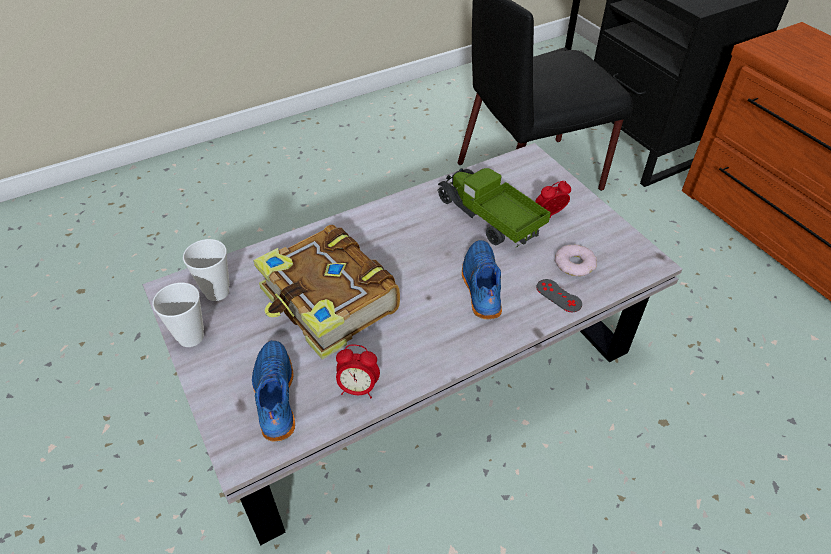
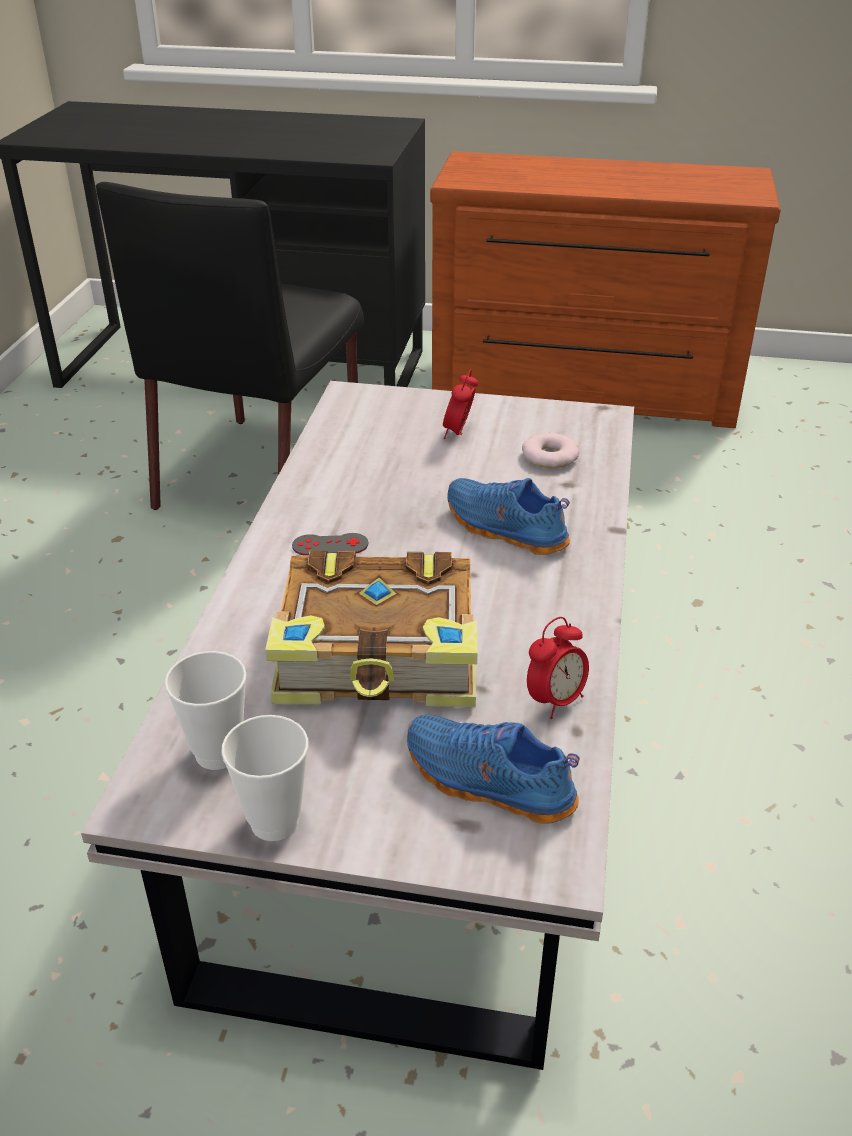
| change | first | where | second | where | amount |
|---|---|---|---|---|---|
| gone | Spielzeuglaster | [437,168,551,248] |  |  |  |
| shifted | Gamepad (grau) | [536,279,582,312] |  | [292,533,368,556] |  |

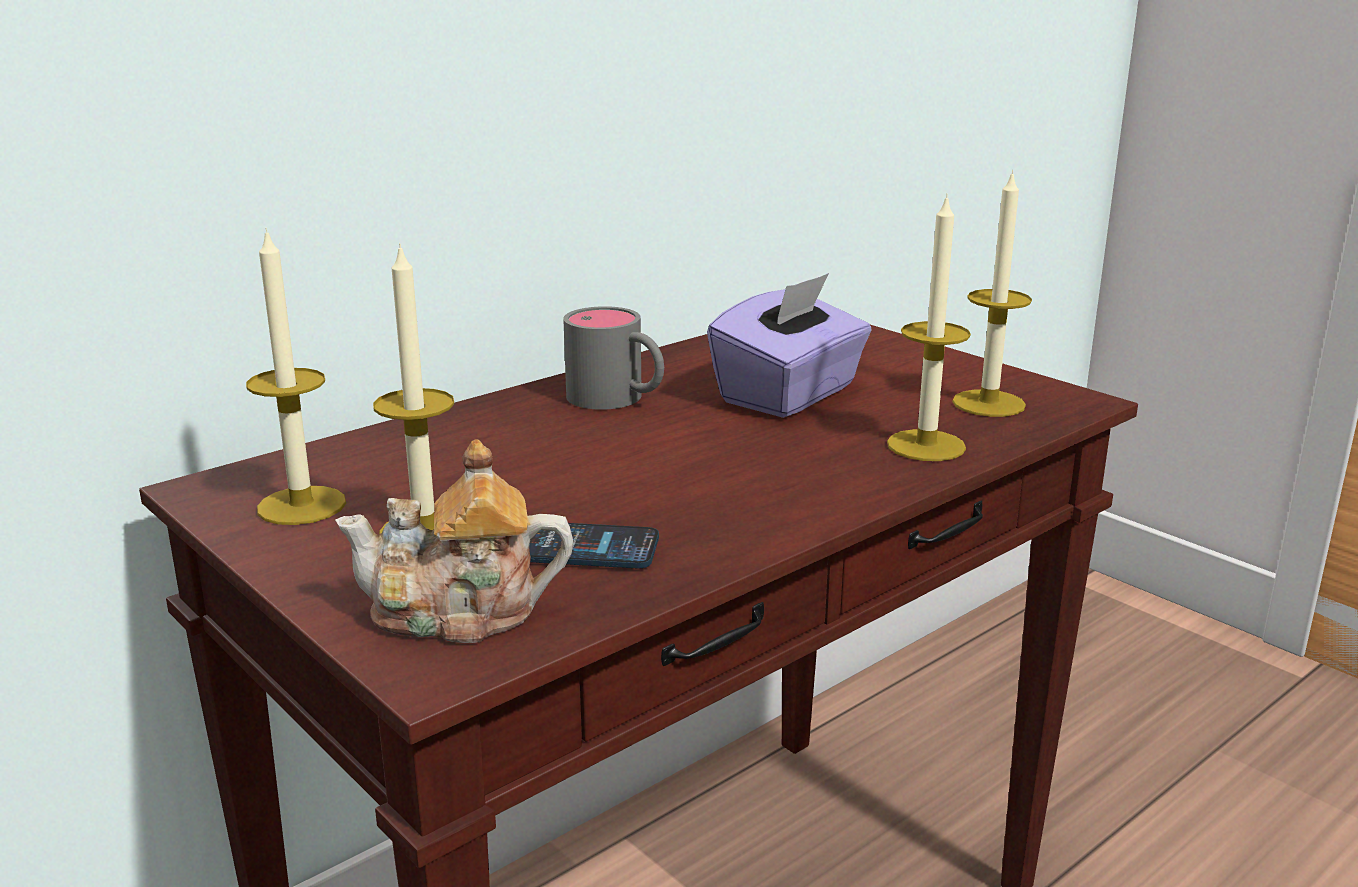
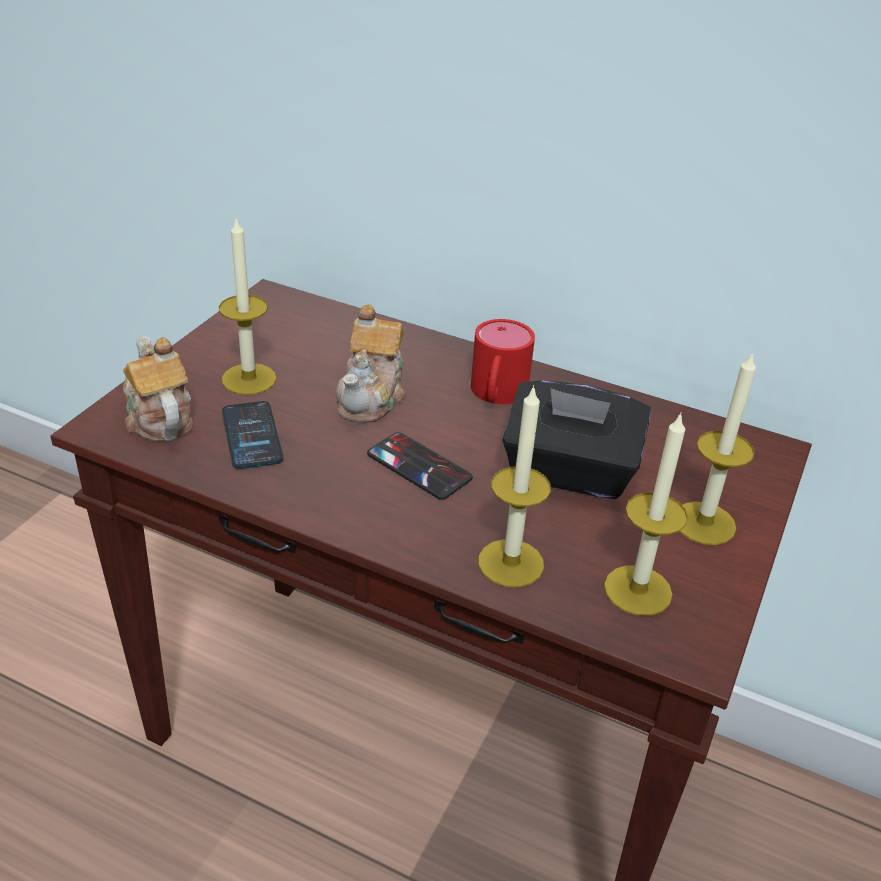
| change | first | where | second | where | amount |
|---|---|---|---|---|---|
| shifted | Kerze | [246,228,346,525] |  | [679,351,756,545] |  |
| repainted | Taschentuchbox (lila) | [707,273,872,418] | Taschentuchbox (schwarz) | [502,380,651,499] |  |
| repainted | Henkelbecher (grau) | [563,306,664,410] | Henkelbecher (rot) | [471,319,535,404] |  |
| new |  |  | Teekanne | [336,304,406,423] |  |
| new |  |  | Handy | [367,432,473,500] |  |

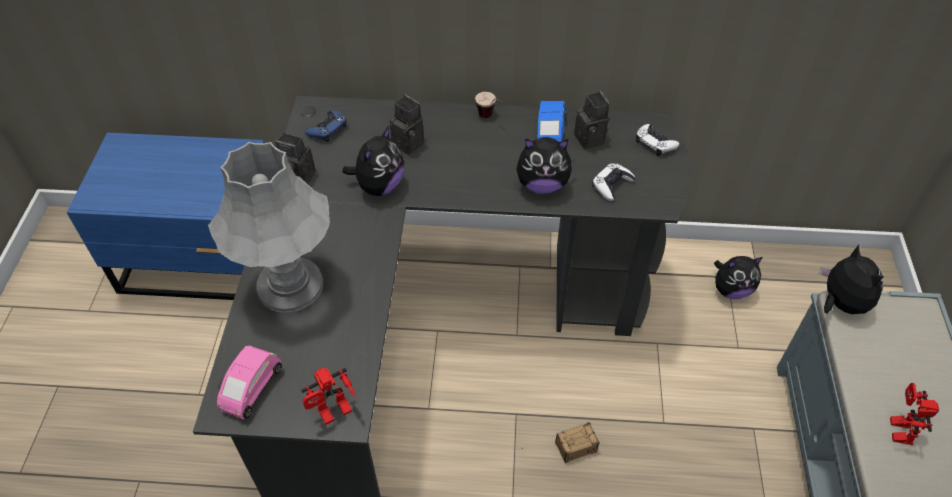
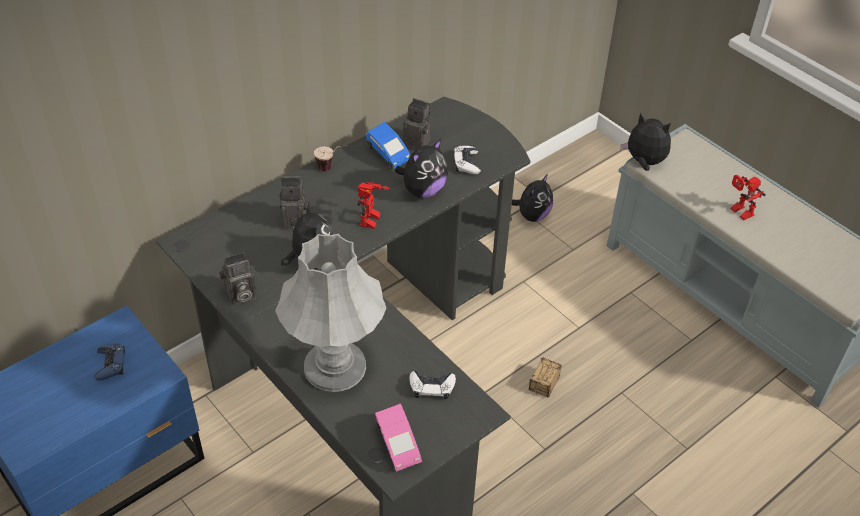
| change | first | where | second | where | amount |
|---|---|---|---|---|---|
| shifted | Gamepad (blau) | [305,110,347,142] |  | [94,343,125,381] |  |
| shifted | Gamepad (weiß) | [636,124,679,156] |  | [409,371,456,400] |  |
| shifted | Spielzeugroboter | [301,367,355,425] |  | [357,181,390,229] |  |

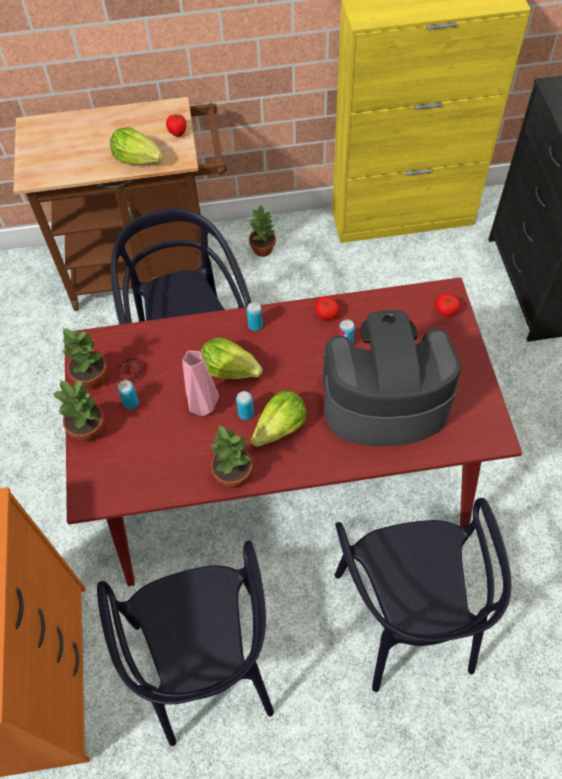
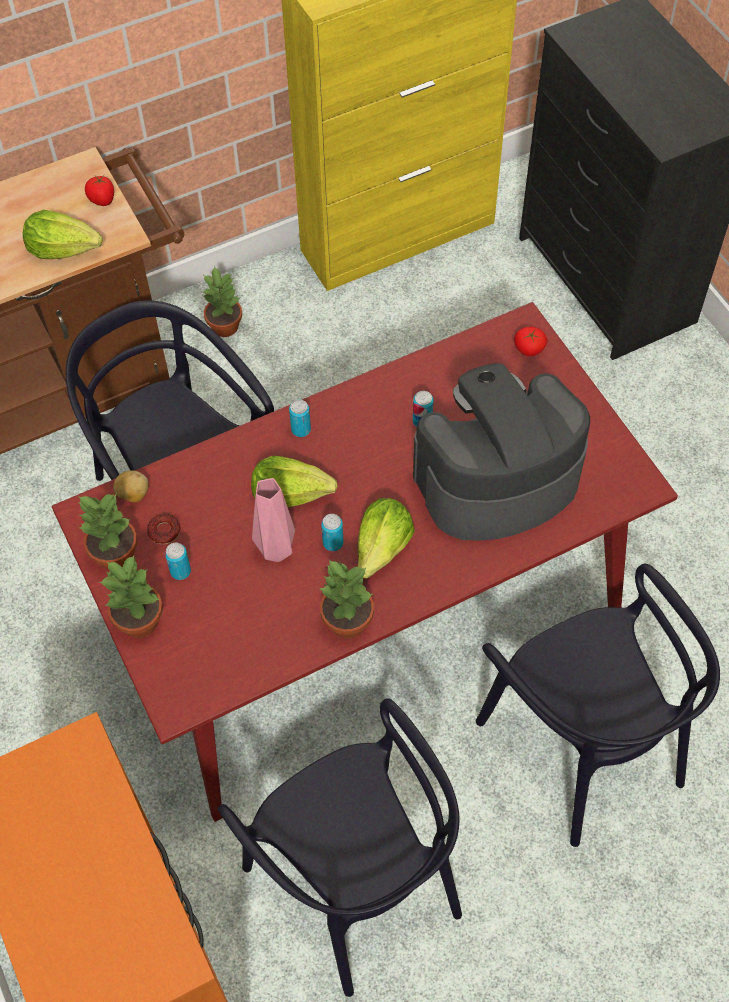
| change | first | where | second | where | amount |
|---|---|---|---|---|---|
| gone | Tomate | [315,297,339,320] |  |  |  |
| new |  |  | Kartoffel | [113,471,149,502] |  |

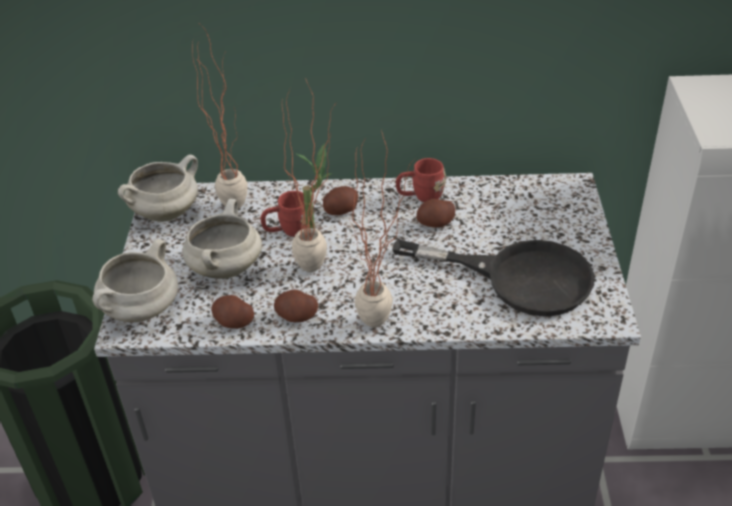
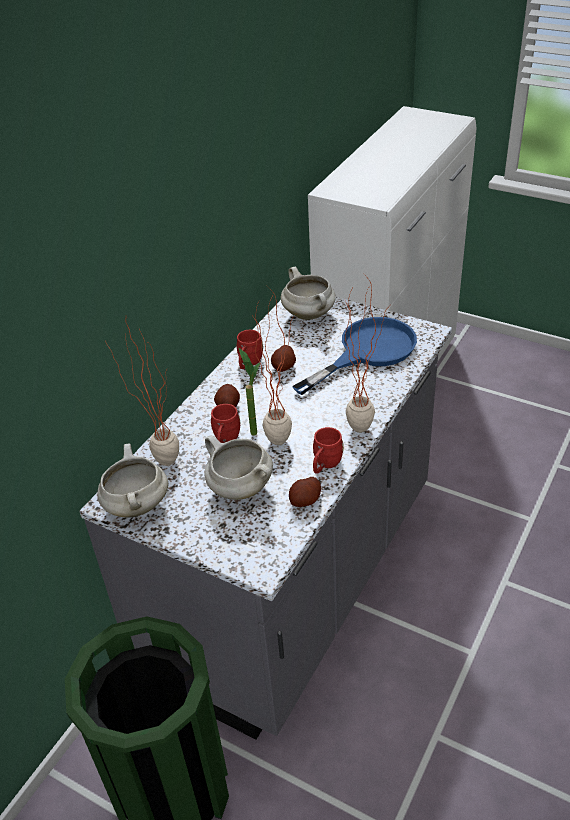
| change | first | where | second | where | amount |
|---|---|---|---|---|---|
| shifted | Kochtopf (weiß) | [92,239,178,322] |  | [281,267,336,320] |  |
| repainted | Pfanne (schwarz) | [392,239,595,317] | Pfanne (blau) | [292,317,417,395] |  |
| swapped | Kartoffel | [274,289,318,322] | Henkelbecher (rot) | [313,427,344,474] |  |

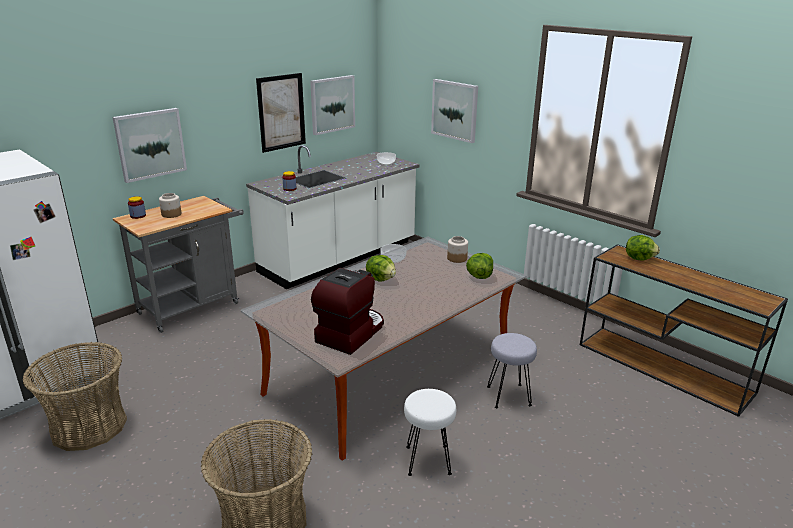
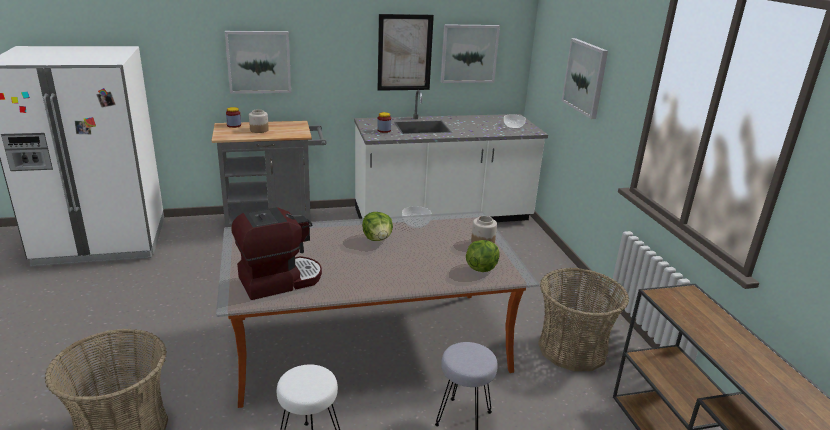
| change | first | where | second | where | amount |
|---|---|---|---|---|---|
| gone | Salatkopf | [626,235,660,261] |  |  |  |
| shifted | Korb | [23,342,127,451] |  | [538,268,629,371] |  |

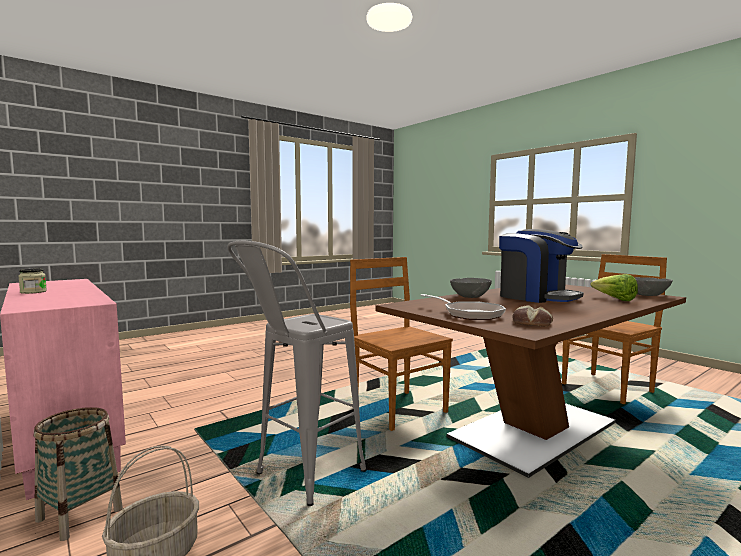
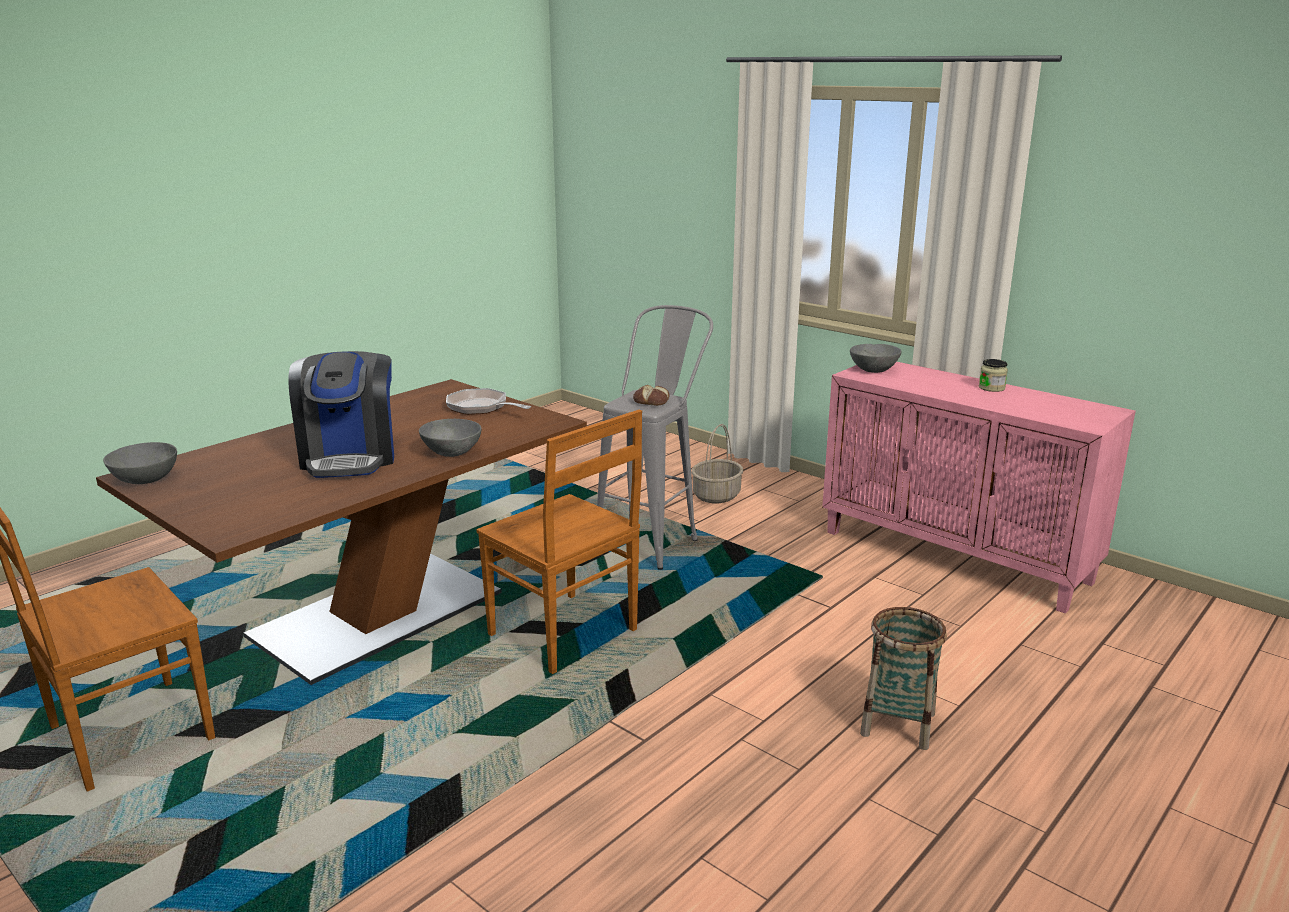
| change | first | where | second | where | amount |
|---|---|---|---|---|---|
| rotated | Kaffeemaschine | [499,229,583,303] |  | [288,351,394,478] | 135 degrees counterclockwise |
| gone | Salatkopf | [591,274,638,301] |  |  |  |
| shifted | Brot | [513,305,553,326] |  | [633,385,670,406] |  |
| shifted | Korb | [34,407,123,541] |  | [860,607,947,750] |  |
| new |  |  | Schüssel (grau) | [850,344,902,373] |  |

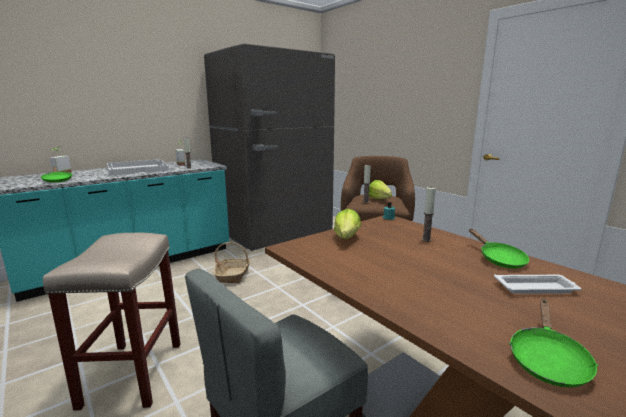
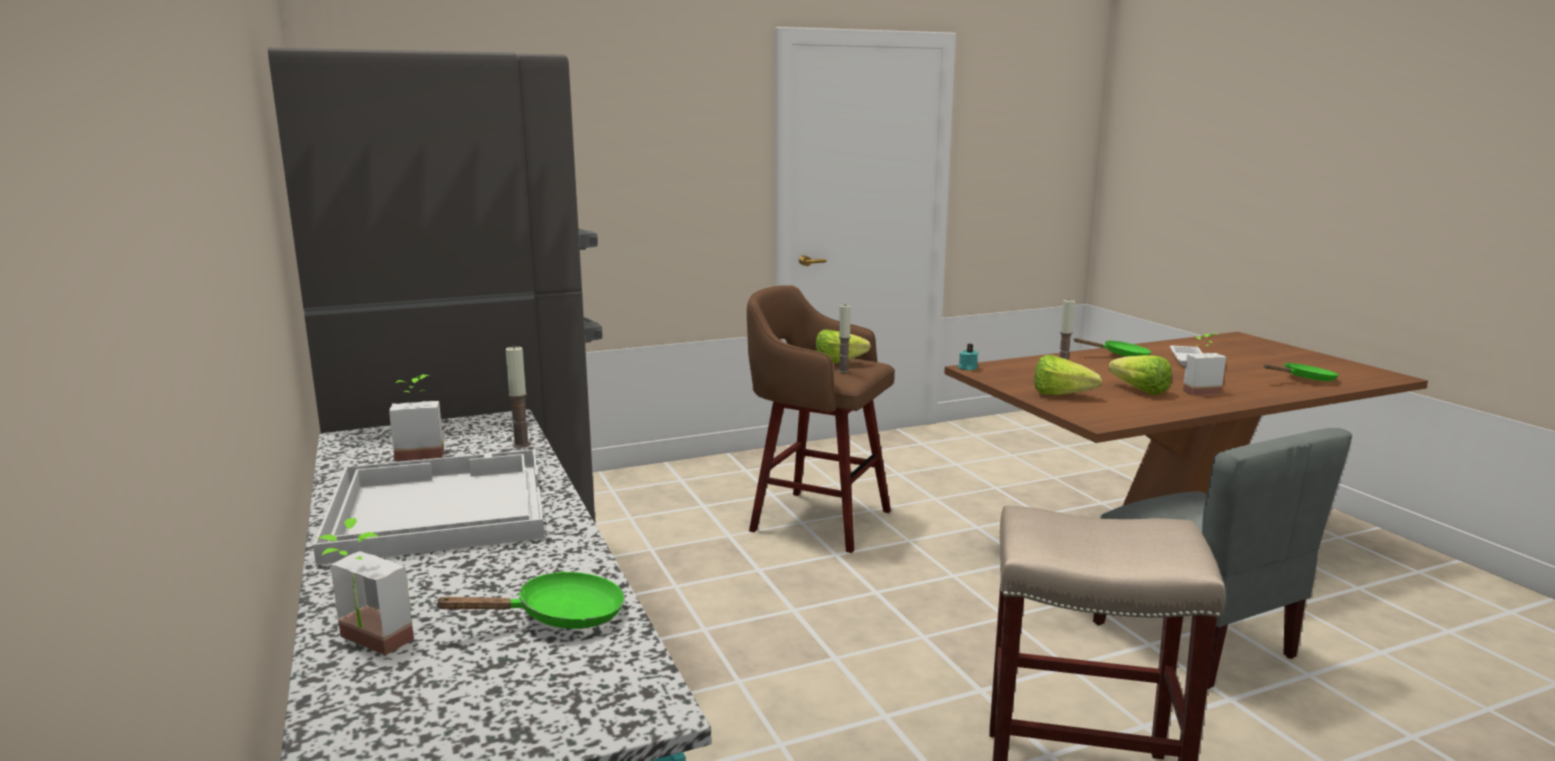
| change | first | where | second | where | amount |
|---|---|---|---|---|---|
| gone | Korb | [214,242,250,283] |  |  |  |
| rotated | Pfanne (grün) | [509,299,598,388] |  | [1264,363,1339,381] | 60 degrees counterclockwise |
| new |  |  | Topfpflanze | [1183,333,1226,396] |  |
| new |  |  | Salatkopf | [1109,355,1172,395] |  |

